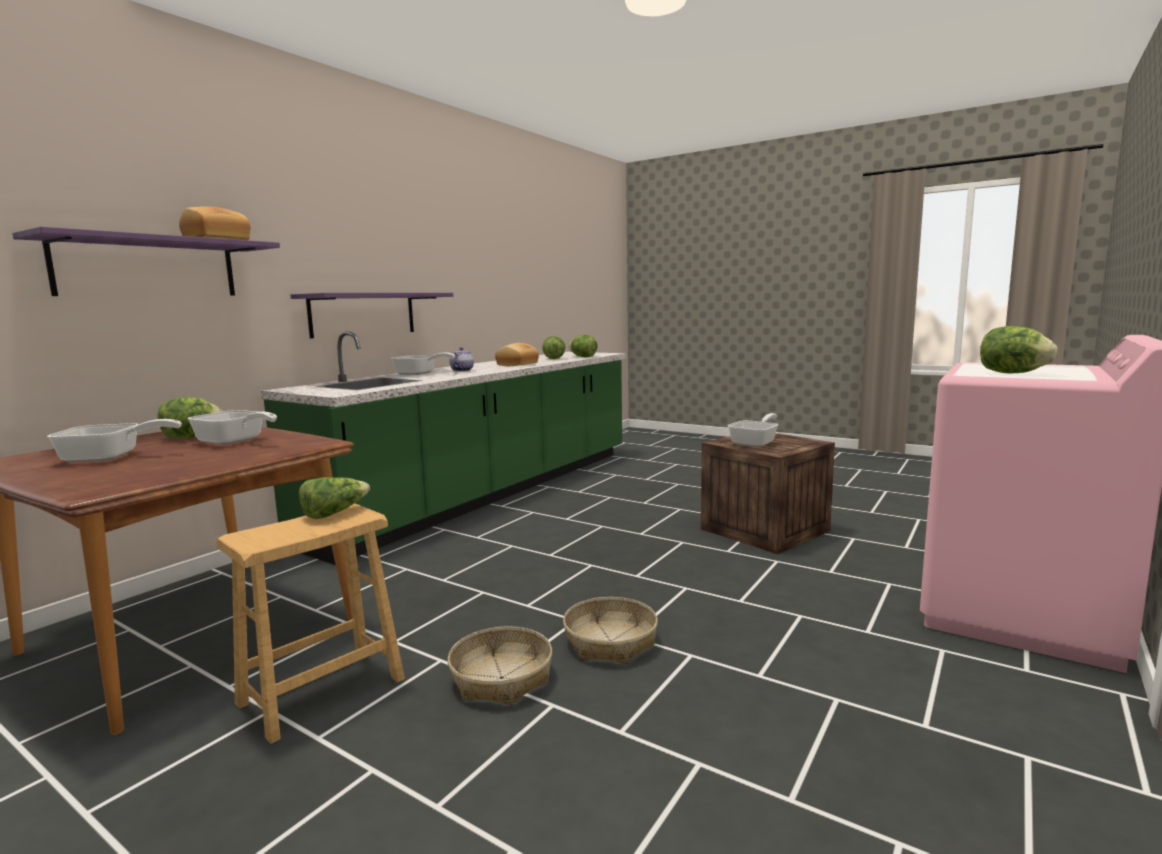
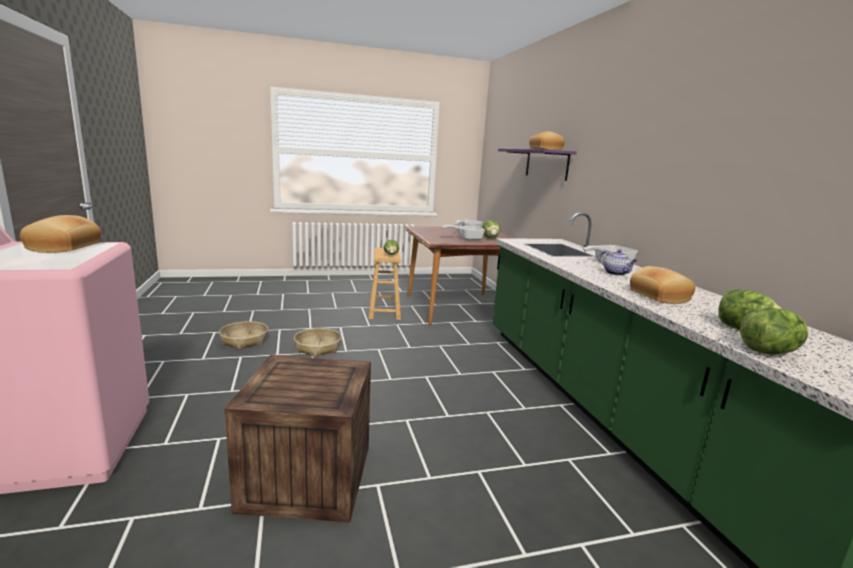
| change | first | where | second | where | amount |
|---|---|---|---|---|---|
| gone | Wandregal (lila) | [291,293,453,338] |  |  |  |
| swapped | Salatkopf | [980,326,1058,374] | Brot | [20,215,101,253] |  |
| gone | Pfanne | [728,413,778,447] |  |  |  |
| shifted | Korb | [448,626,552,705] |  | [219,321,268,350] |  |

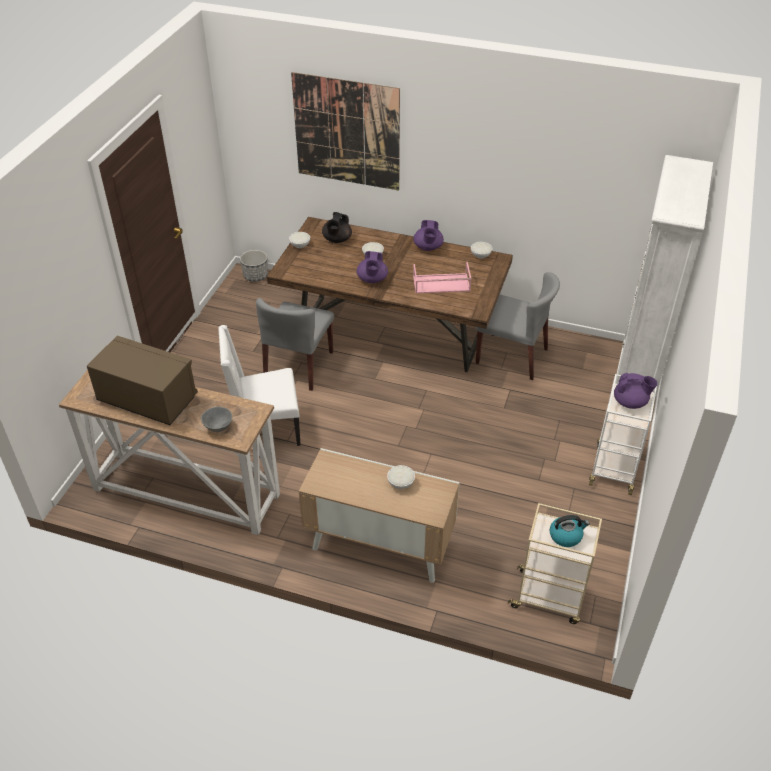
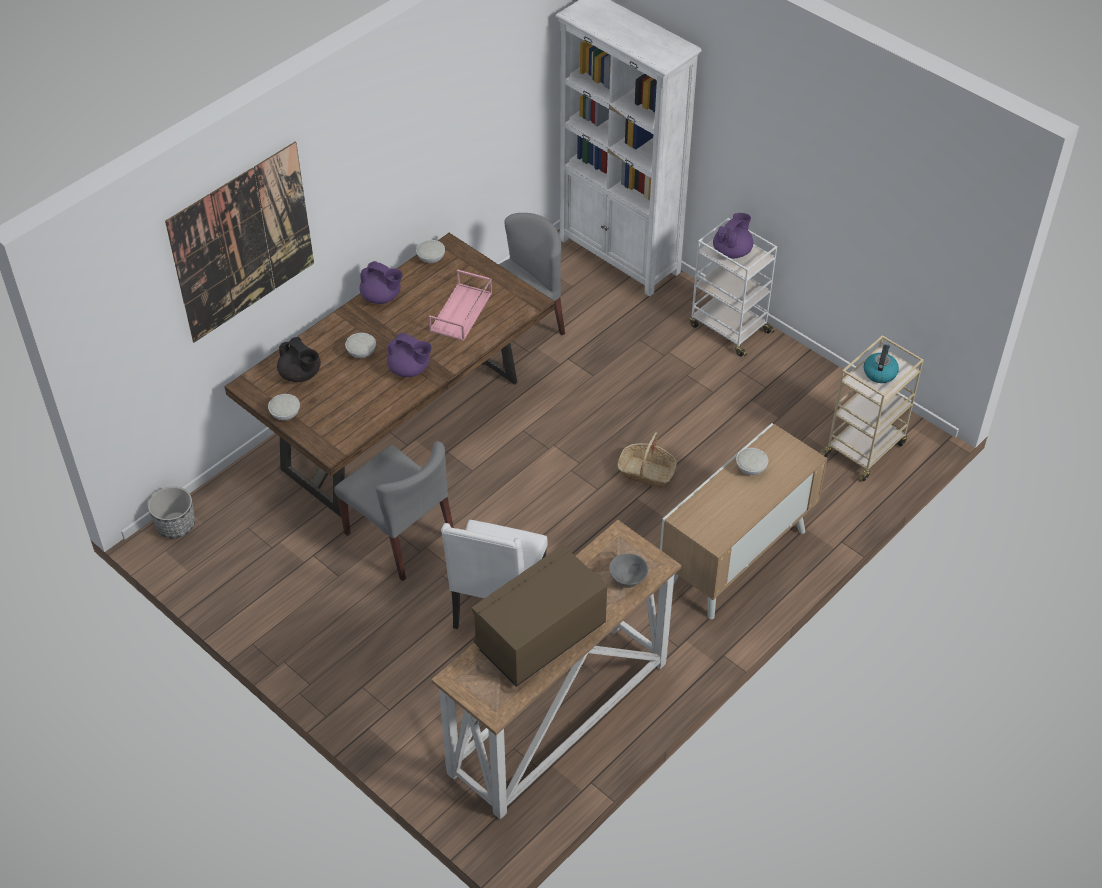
| change | first | where | second | where | amount |
|---|---|---|---|---|---|
| new |  |  | Korb | [617,432,677,488] |  |

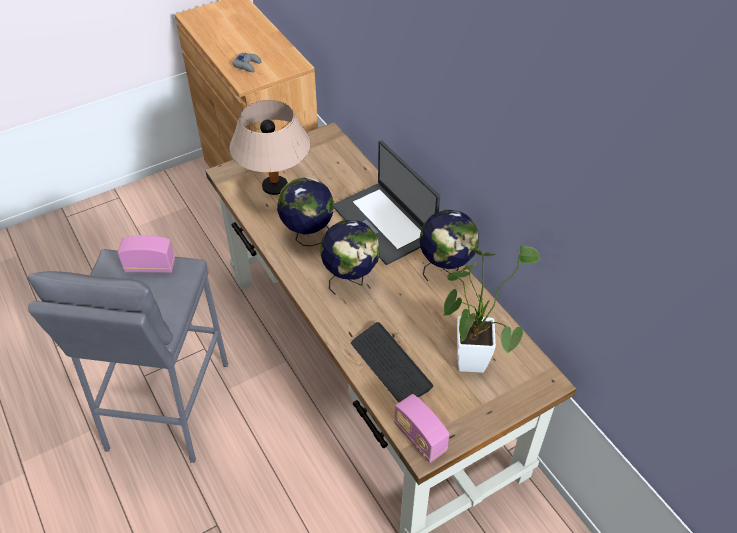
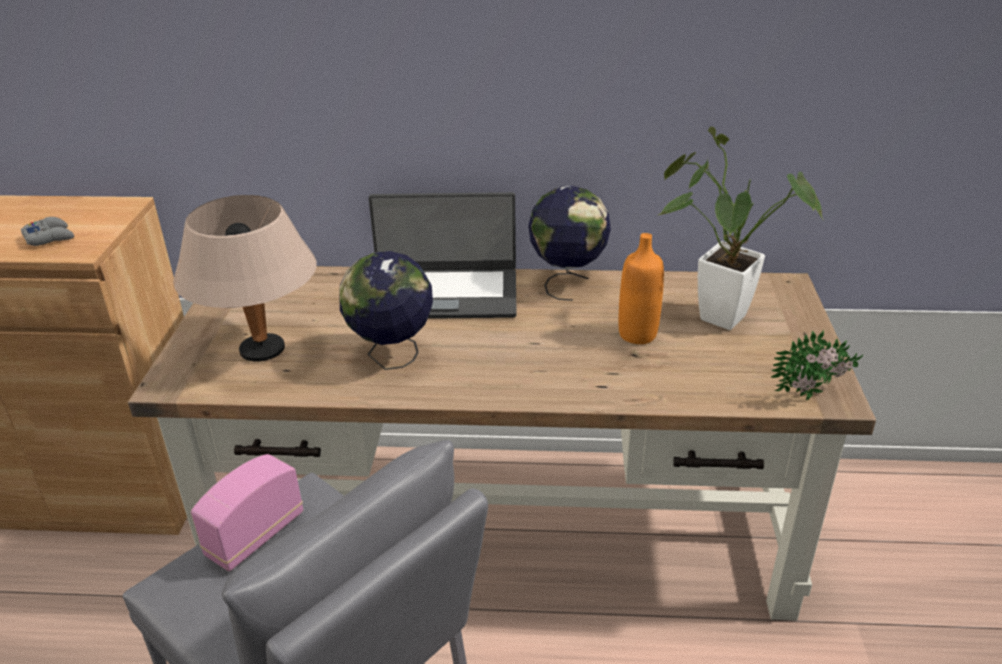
| change | first | where | second | where | amount |
|---|---|---|---|---|---|
| gone | Globus | [320,220,380,295] |  |  |  |
| gone | Tastatur | [351,322,434,403] |  |  |  |
| swapped | Radio | [394,394,449,463] | Topfpflanze | [771,330,863,400] |  |
| new |  |  | Flasche (orange) | [619,233,664,344] |  |

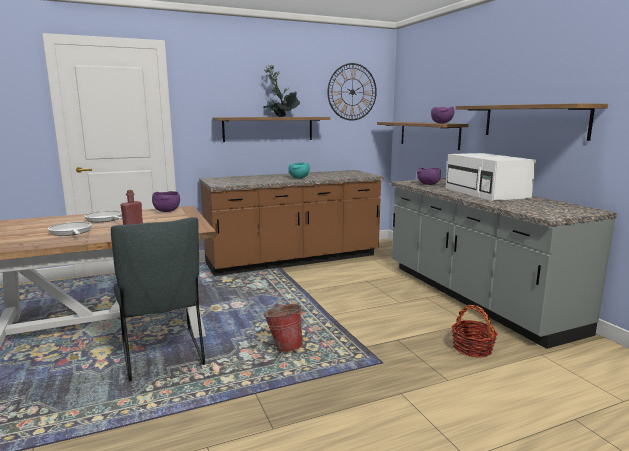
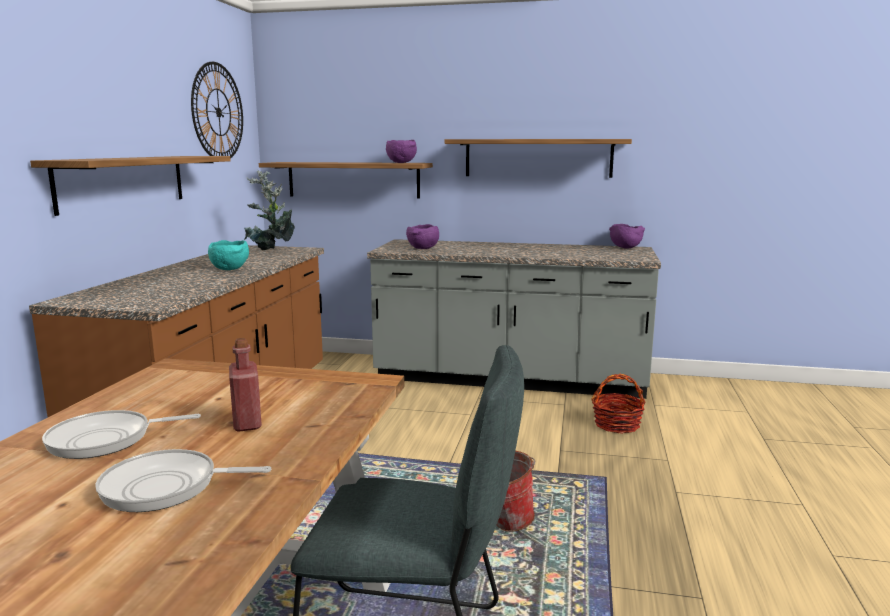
| change | first | where | second | where | amount |
|---|---|---|---|---|---|
| shifted | Topfpflanze | [263,64,300,117] |  | [244,170,295,250] |  |
| gone | Mikrowelle (weiß) | [446,153,536,201] |  |  |  |
| shifted | Schüssel (lila) | [152,191,180,212] |  | [609,224,645,249] |  |

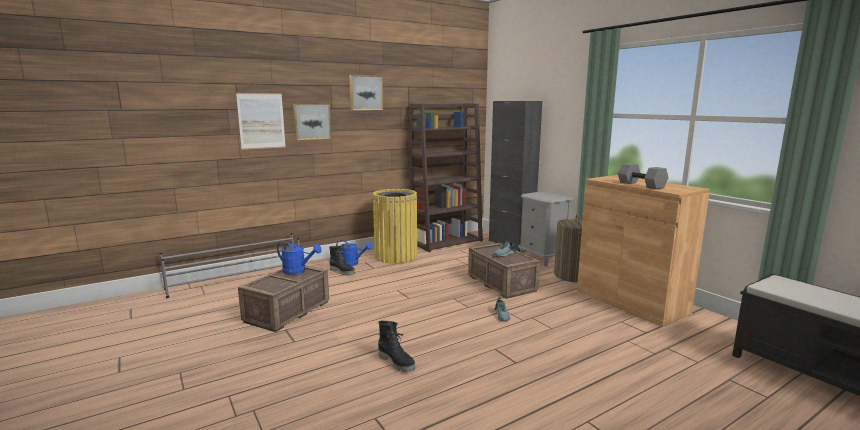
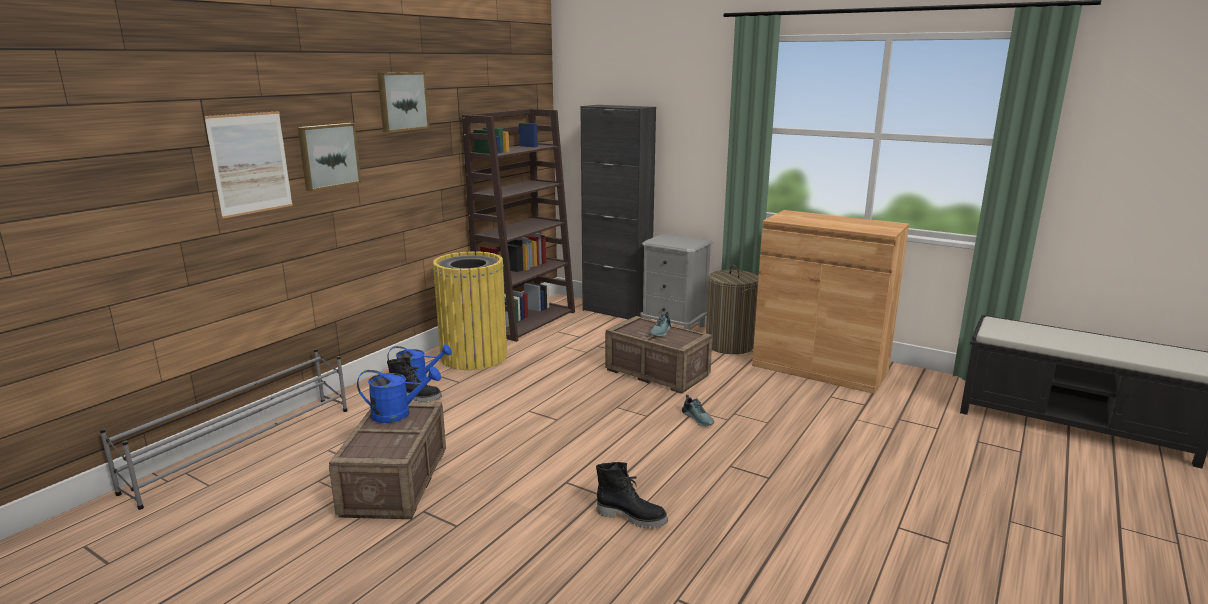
| change | first | where | second | where | amount |
|---|---|---|---|---|---|
| gone | Hantel (grau) | [618,163,668,189] |  |  |  |

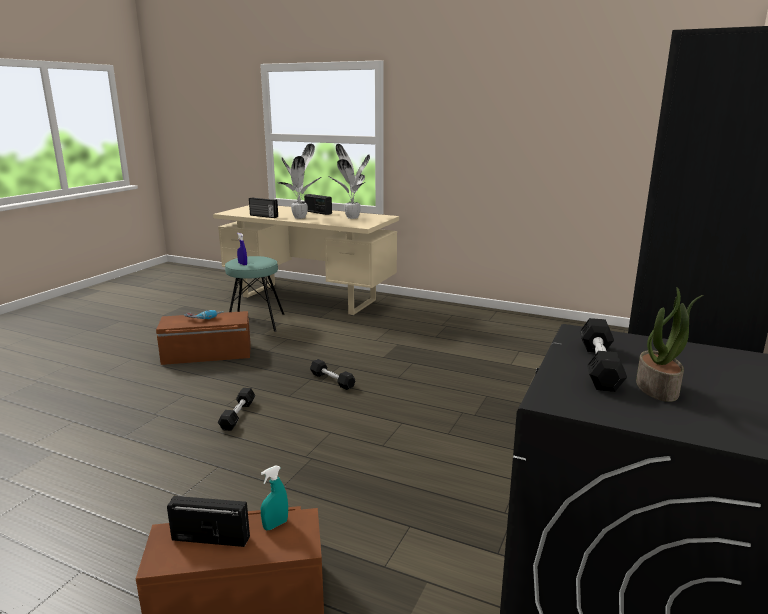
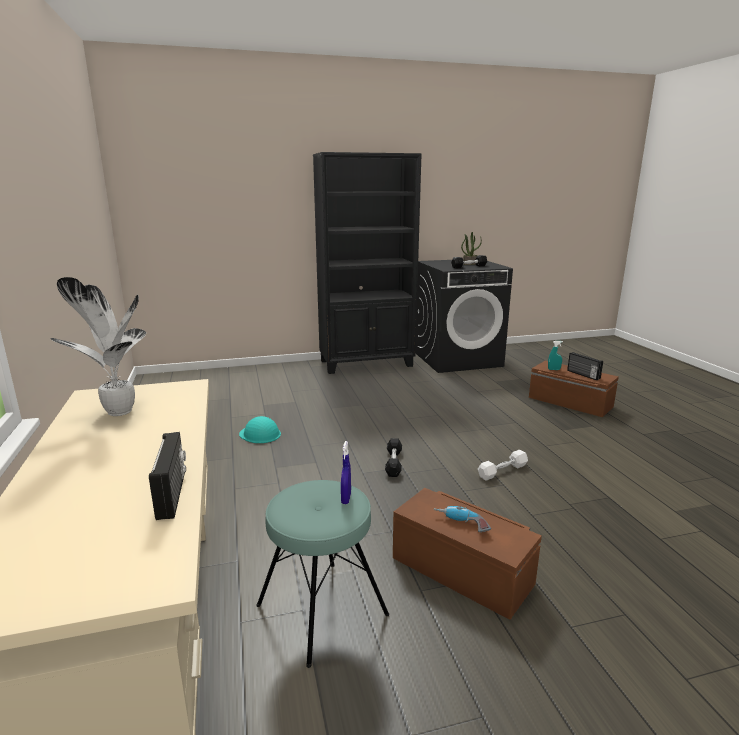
| change | first | where | second | where | amount |
|---|---|---|---|---|---|
| gone | Topfpflanze | [278,144,321,219] |  |  |  |
| gone | Radio | [304,194,332,215] |  |  |  |
| repainted | Hantel (schwarz) | [218,388,256,431] | Hantel (weiß) | [478,450,528,481] |  |
| new |  |  | Schutzhelm (türkis) | [239,416,281,443] |  |

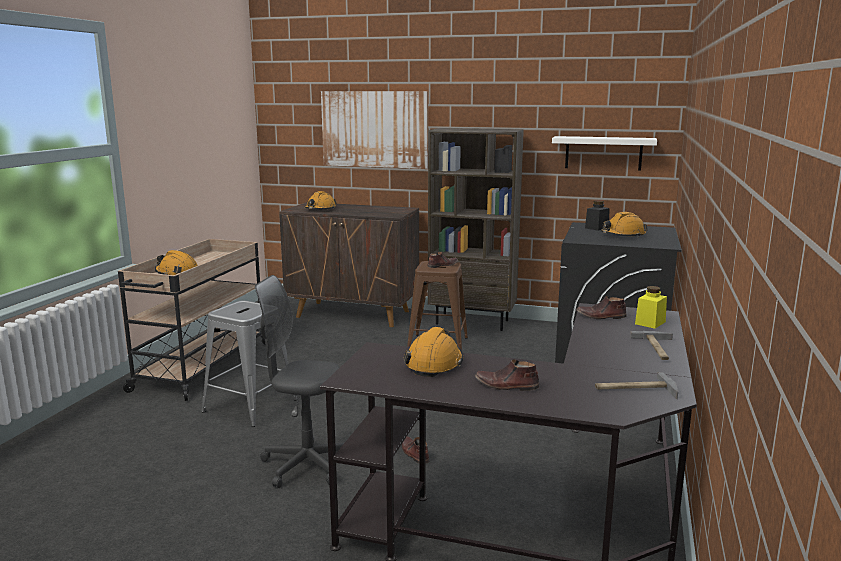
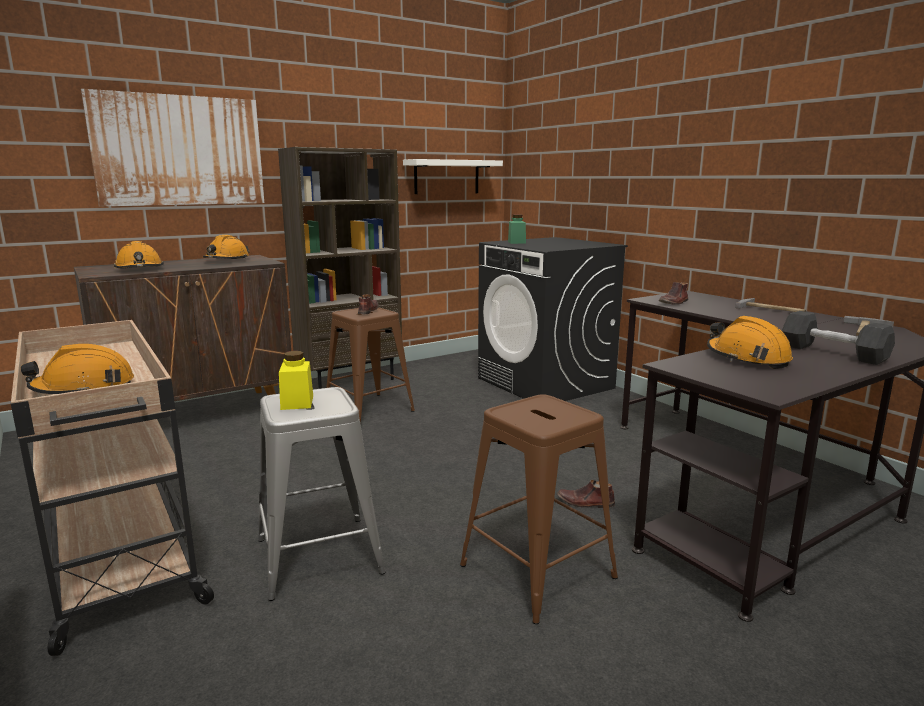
| change | first | where | second | where | amount |
|---|---|---|---|---|---|
| repainted | Vorratsglas (schwarz) | [585,200,610,231] | Vorratsglas (grün) | [508,214,526,244] |  |
| shifted | Schutzhelm (orange) | [601,212,648,237] |  | [203,235,250,259] |  |
| swapped | Bürostuhl (grau) | [255,275,344,488] | Hocker (braun) | [460,394,618,624] |  |
| shifted | Vorratsglas (gelb) | [635,286,667,329] |  | [279,351,313,410] |  |
| swapped | Schuh (braun) | [475,359,540,391] | Hantel (schwarz) | [782,311,895,365] |  |

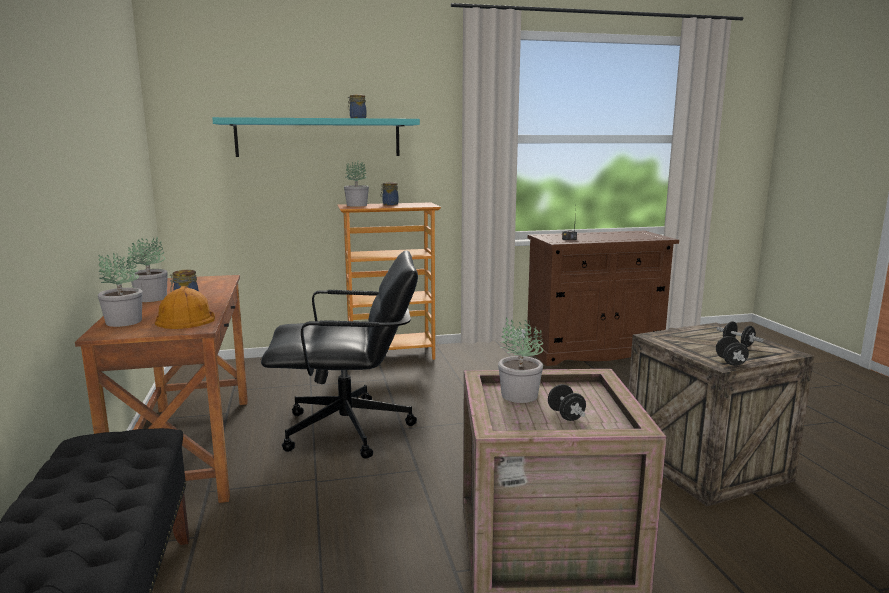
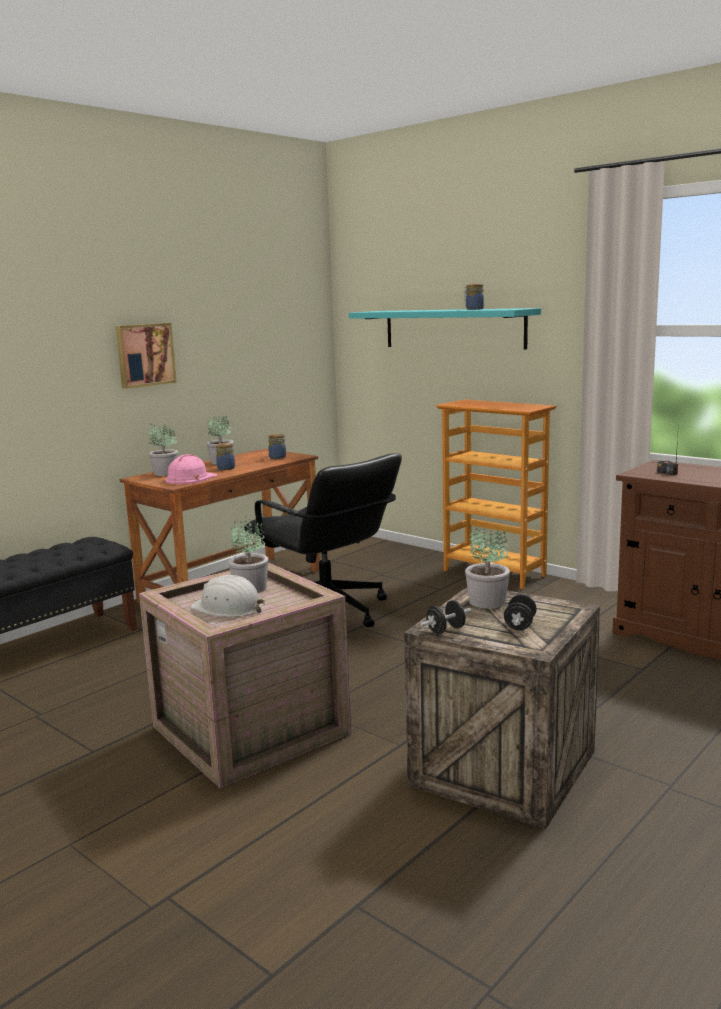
| change | first | where | second | where | amount |
|---|---|---|---|---|---|
| shifted | Topfpflanze | [344,161,369,207] |  | [465,528,510,609] |  |
| shifted | Vorratsglas | [381,182,399,205] |  | [268,434,286,459] |  |
| repainted | Schutzhelm (orange) | [155,286,215,329] | Schutzhelm (rosa) | [165,454,218,484] |  |
| swapped | Hantel (schwarz) | [548,384,586,421] | Schutzhelm (weiß) | [190,575,265,617] |  |
| new |  |  | Bild | [115,323,177,389] |  |

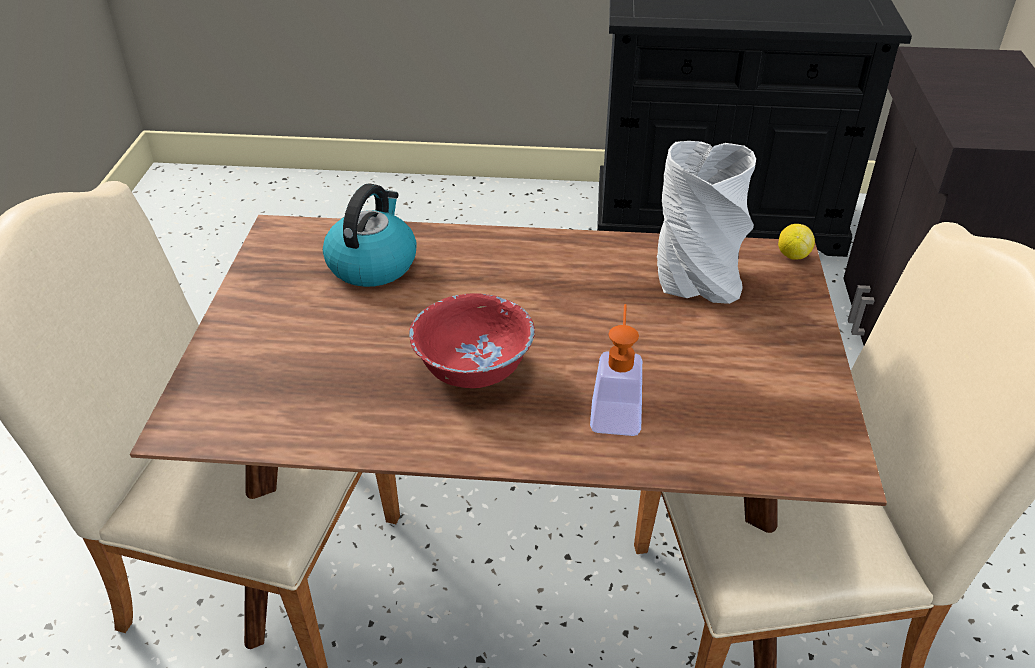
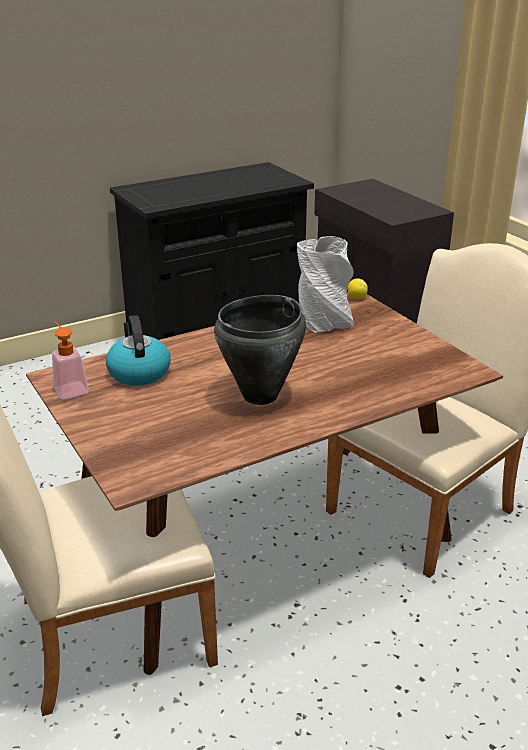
| change | first | where | second | where | amount |
|---|---|---|---|---|---|
| swapped | Schüssel (rot) | [409,293,535,388] | Kochtopf (schwarz) | [214,295,306,405] |  |
| shifted | Seifenspender | [590,304,642,436] |  | [52,322,89,399] |  |

